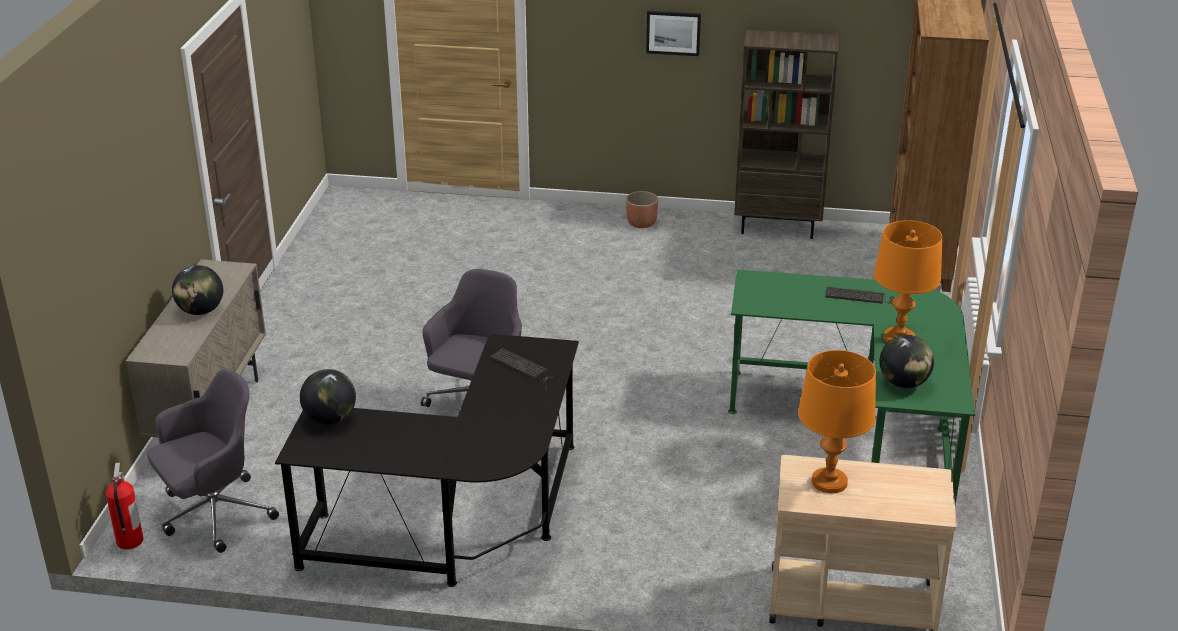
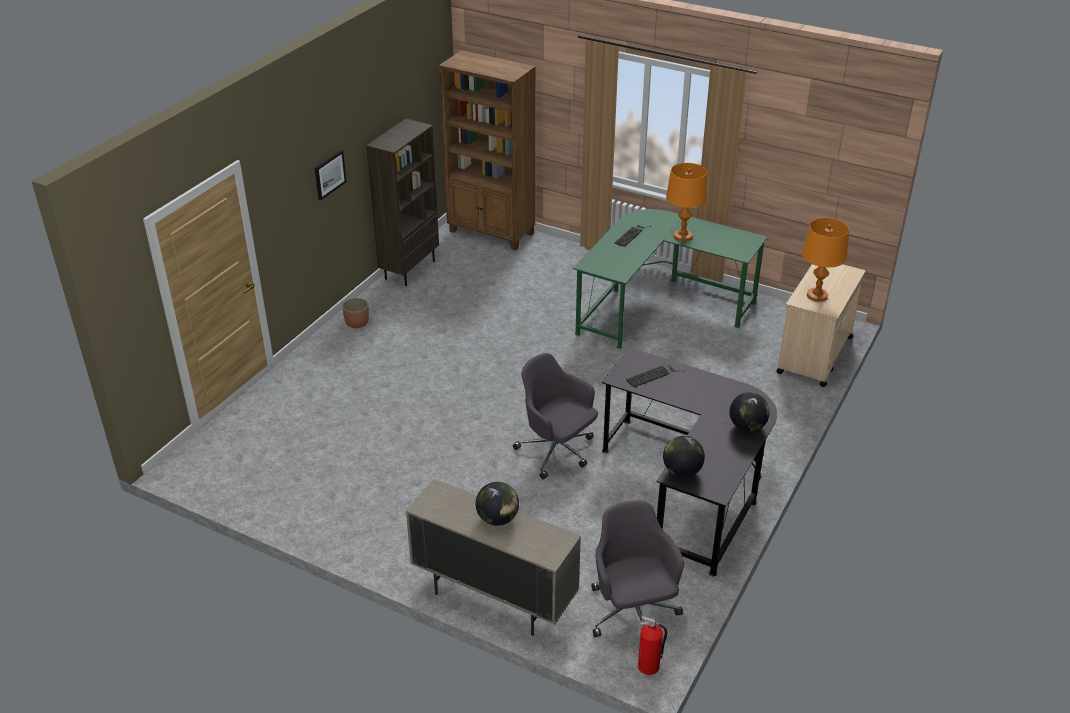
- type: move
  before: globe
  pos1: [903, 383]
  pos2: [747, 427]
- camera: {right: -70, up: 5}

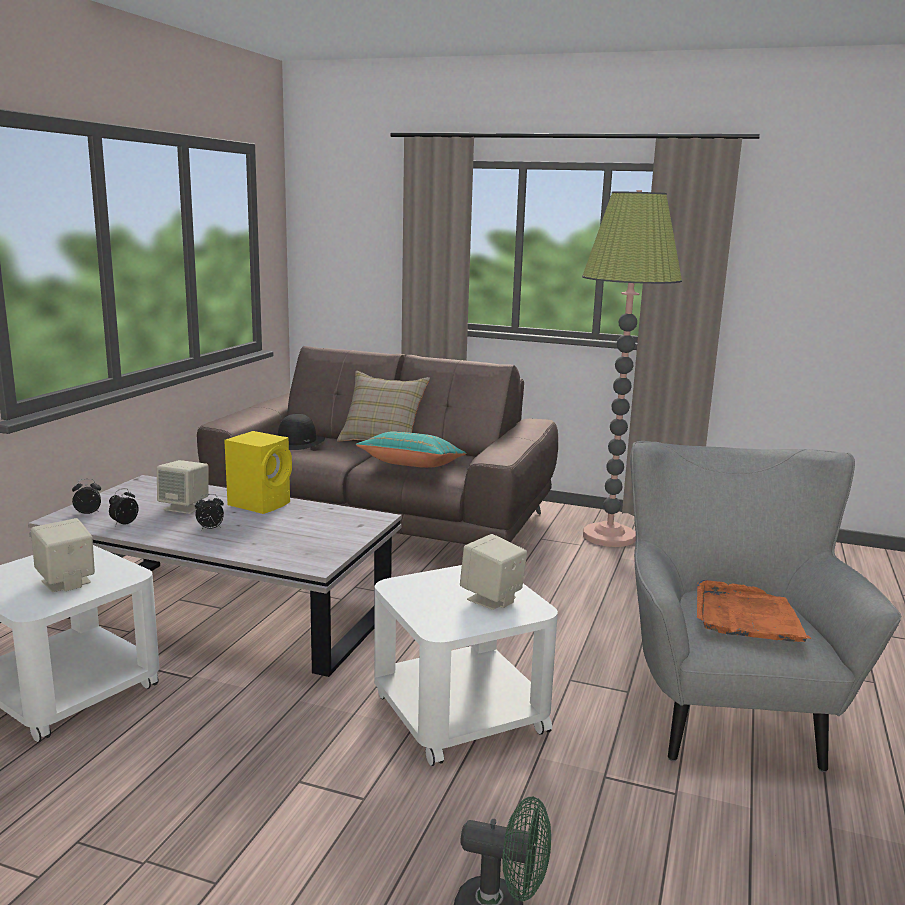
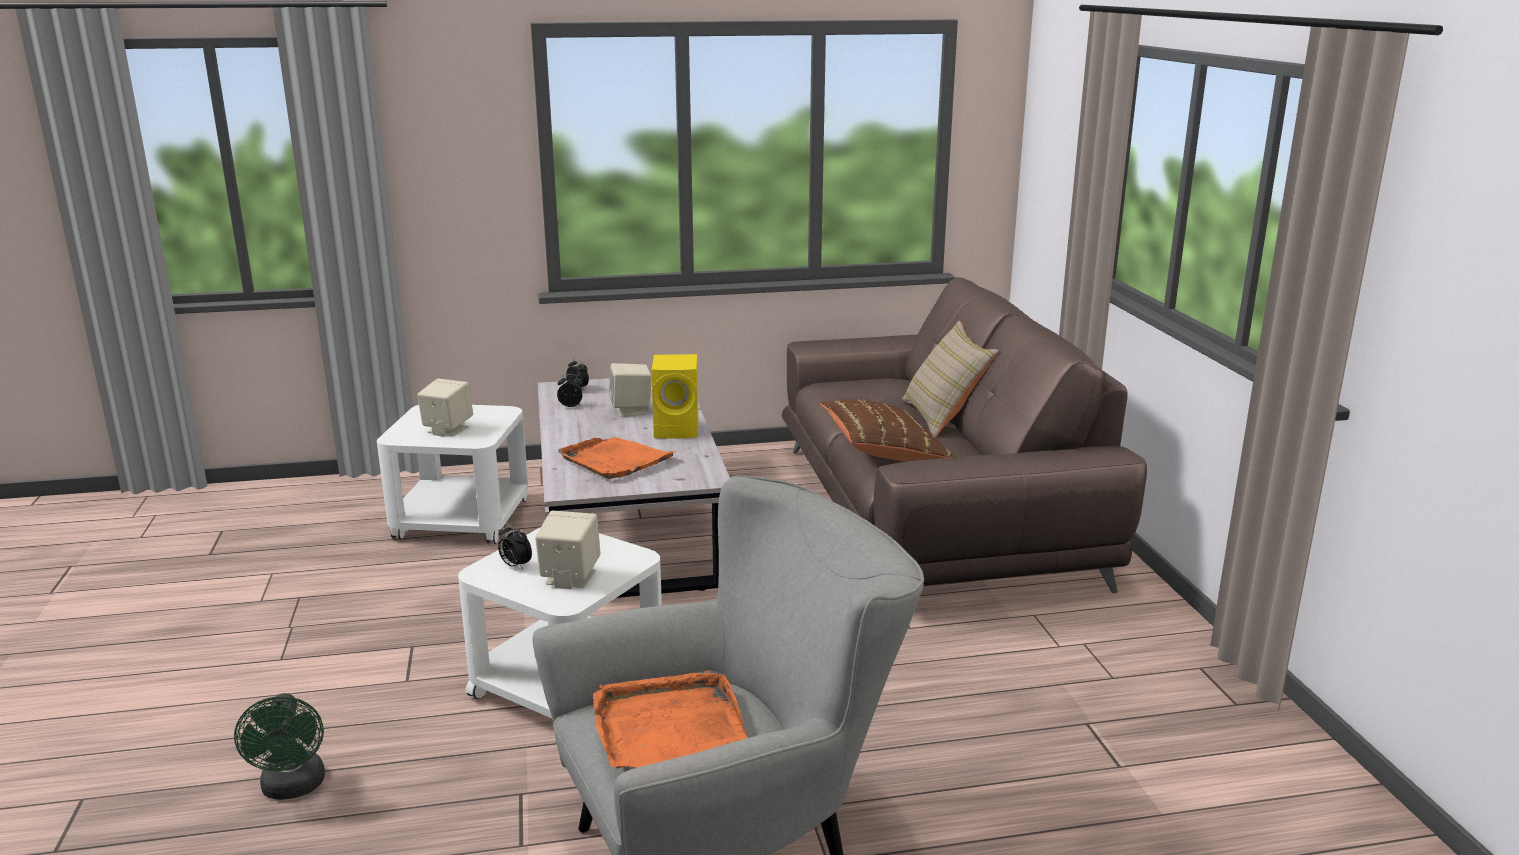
- type: delete
  before: black_hat
  pos1: [297, 442]
- type: delete
  before: floor_lamp
  pos1: [609, 536]
- type: insert
  after: orange_tray
  pos2: [615, 460]
- type: move
  before: alarm_clock
  pos1: [210, 529]
  pos2: [515, 566]
- type: recolor
  before: turquoise_pillow
  after: brown_pillow
  pos1: [412, 467]
  pos2: [884, 452]
- camera: {right: 60, up: 5}

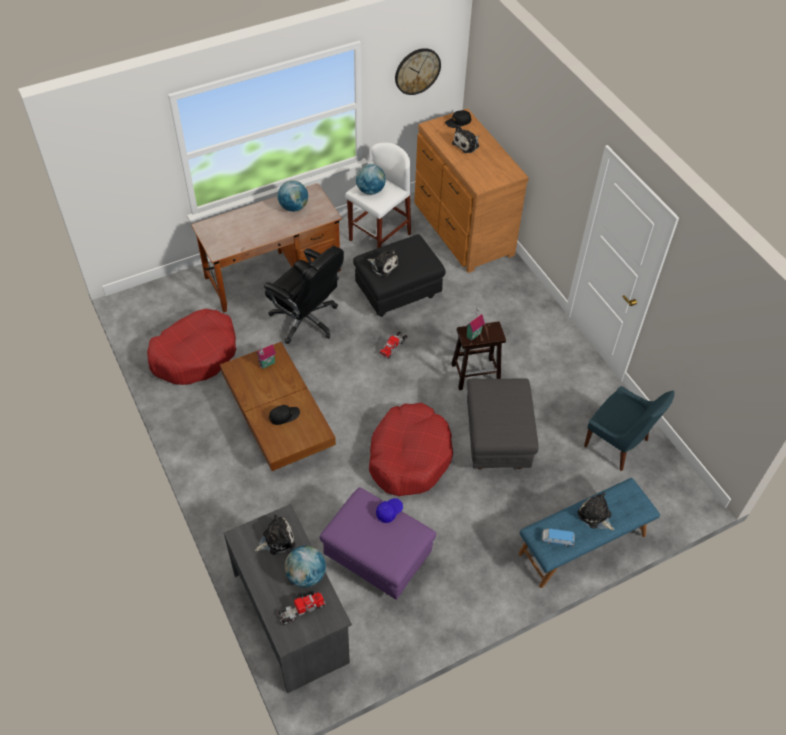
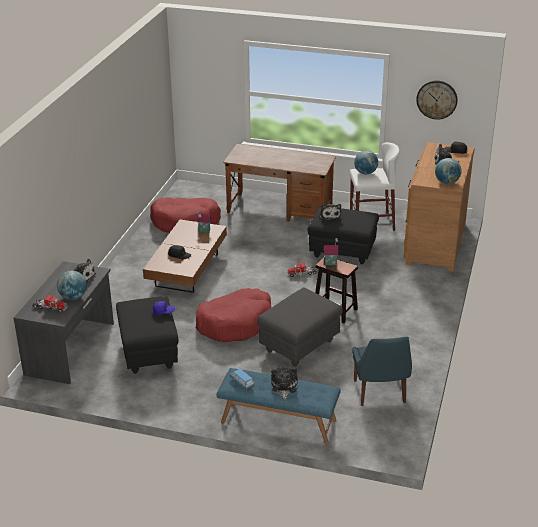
- type: delete
  before: black_office_chair
  pos1: [306, 320]
- type: move
  before: globe
  pos1: [294, 207]
  pos2: [447, 182]
- type: recolor
  before: purple_ottoman
  after: black_ottoman
  pos1: [376, 559]
  pos2: [148, 354]
- camera: {right: 45, up: -20}

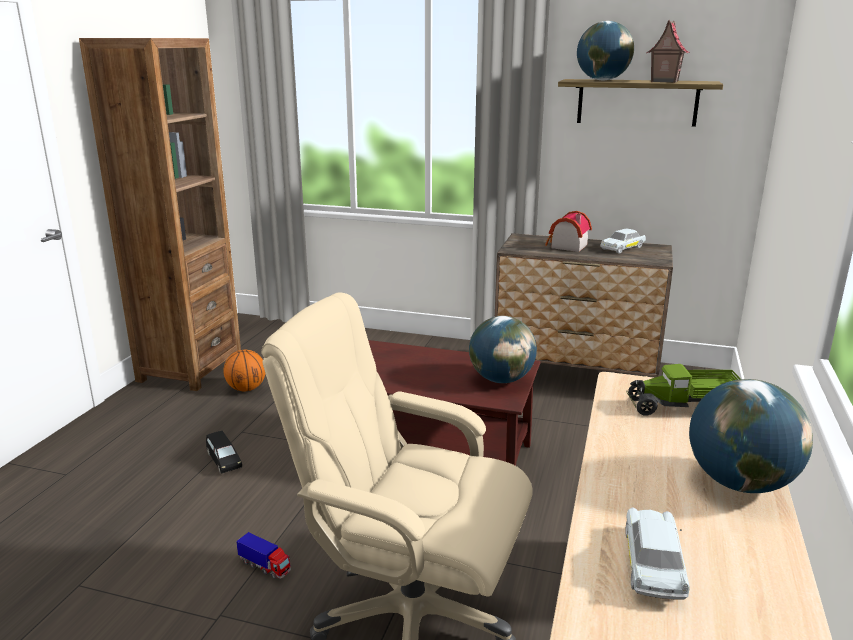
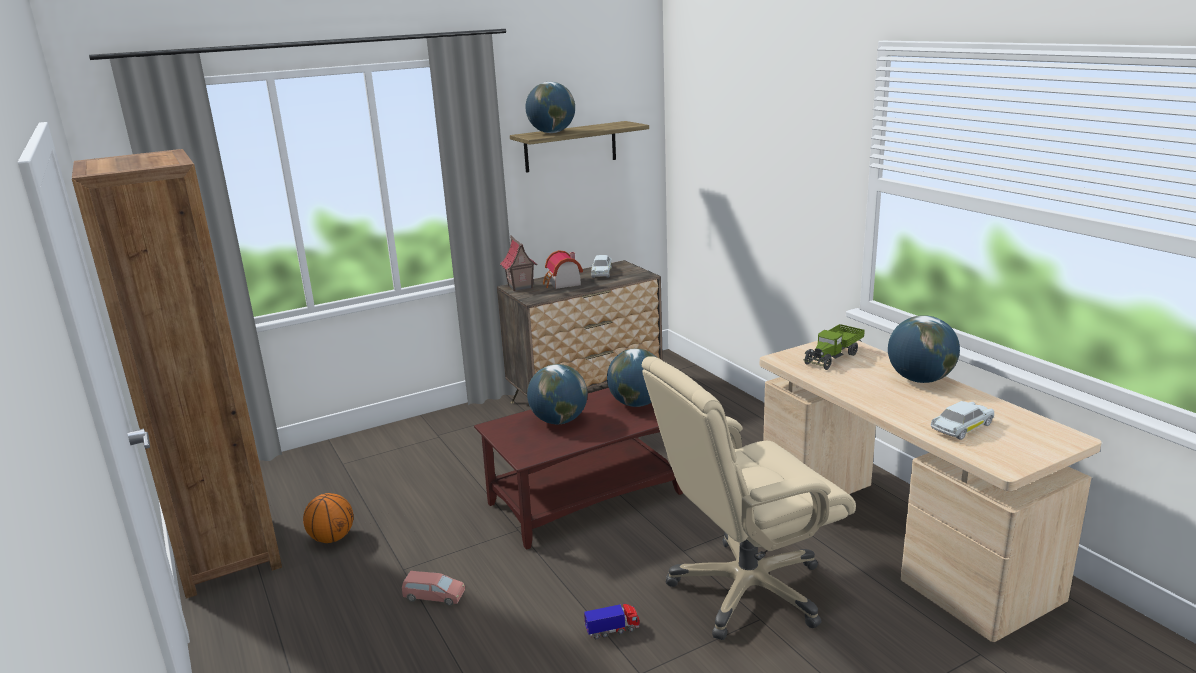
- type: insert
  after: globe
  pos2: [559, 421]
- type: move
  before: toy_house
  pos1: [664, 81]
  pos2: [520, 287]
- type: recolor
  before: black_toy_car
  after: pink_toy_car
  pos1: [223, 460]
  pos2: [434, 596]
- type: rotate
  before: white_toy_car
  pos1: [652, 564]
  pos2: [962, 428]
  turn: 90
- camera: {right: -45, up: 0}

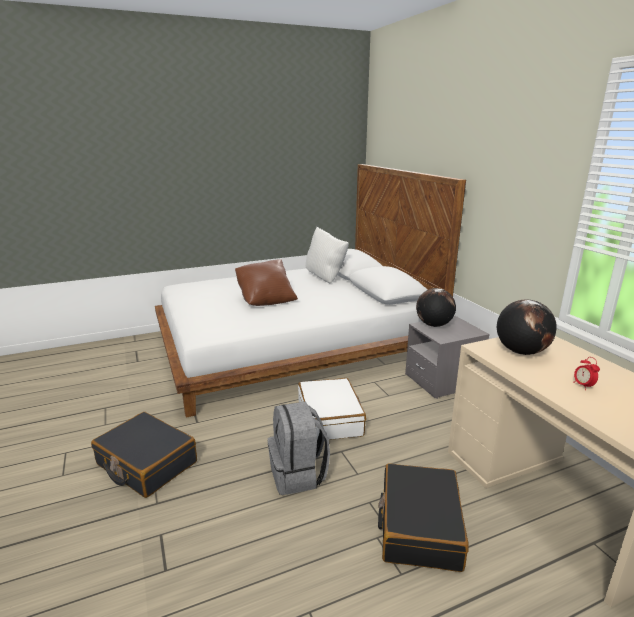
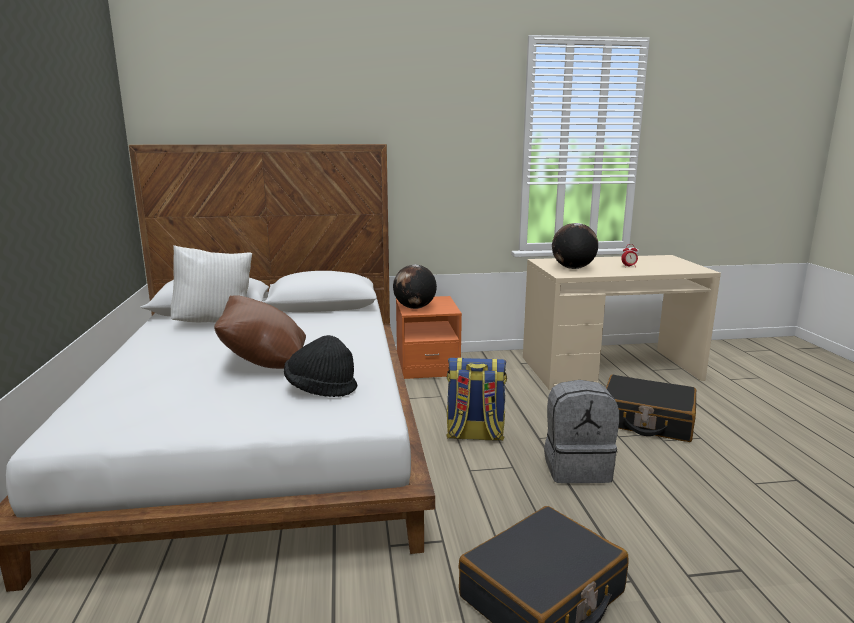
- type: insert
  after: black_hat
  pos2: [320, 389]
- type: replace
  before: white_suitcase
  after: backpack
  pos1: [330, 418]
  pos2: [474, 435]
- type: recolor
  before: grey_nightstand
  after: orange_nightstand
  pos1: [442, 381]
  pos2: [427, 366]
- camera: {right: -75, up: -5}

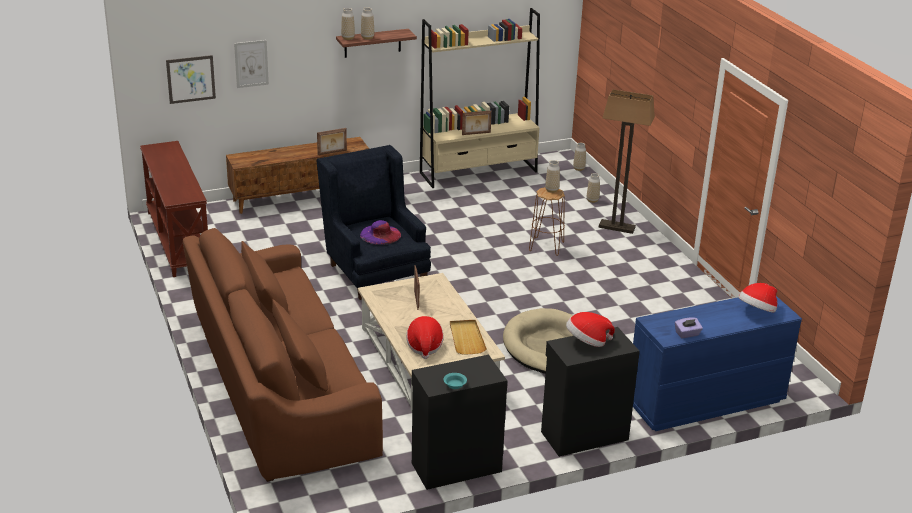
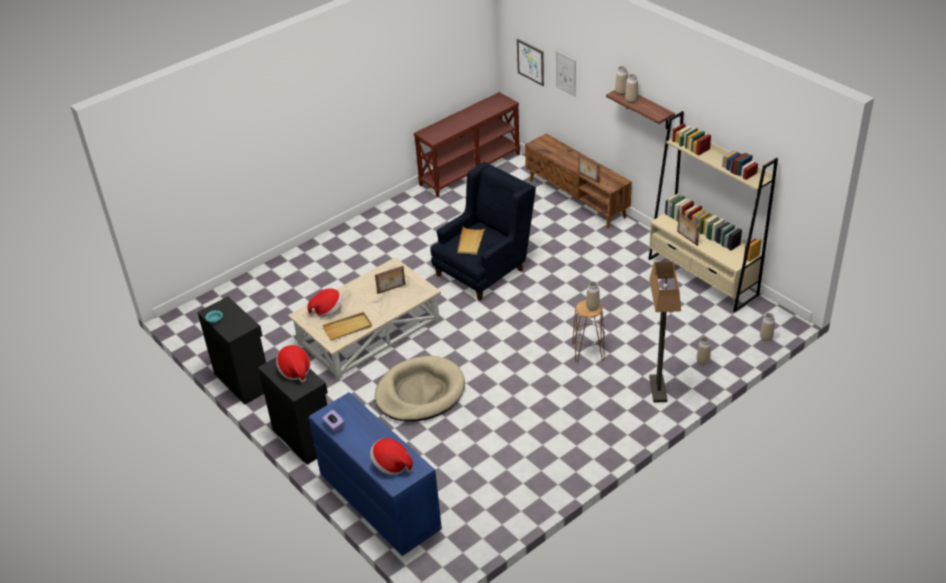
- type: delete
  before: brown_sofa
  pos1: [278, 385]
- type: replace
  before: purple_hat
  after: beige_tray
  pos1: [380, 234]
  pos2: [470, 242]
- camera: {right: 75, up: 10}

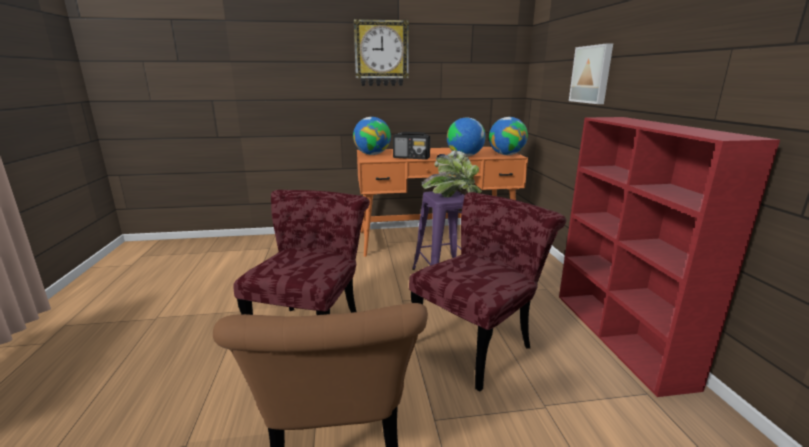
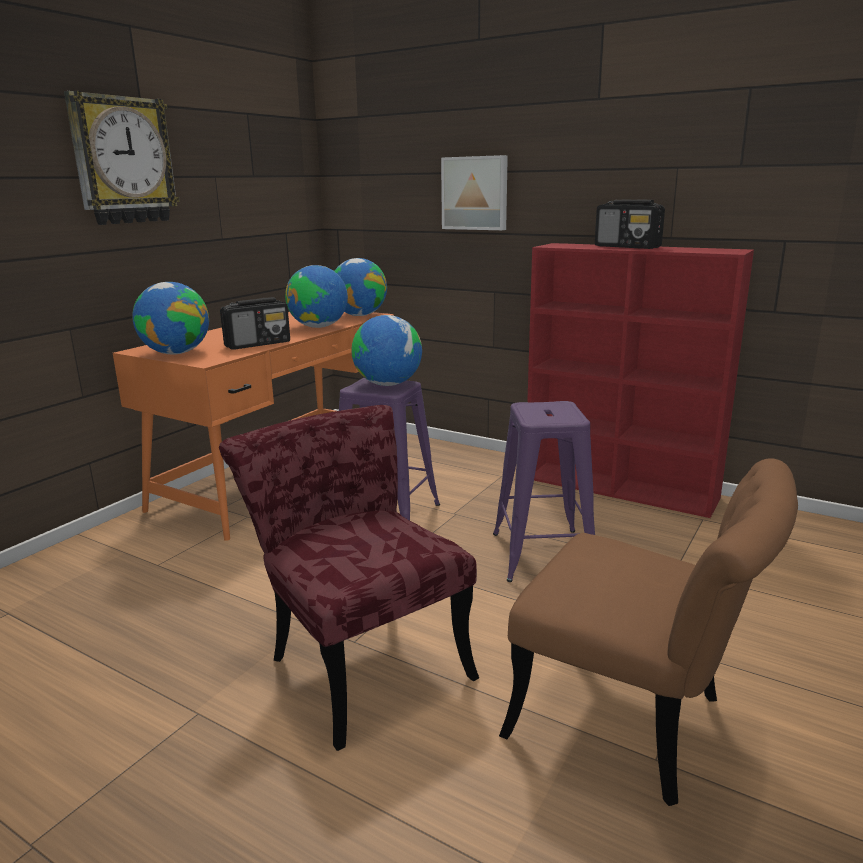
- type: insert
  after: radio
  pos2: [628, 247]
- type: replace
  before: red_chair
  after: purple_stool
  pos1: [477, 341]
  pos2: [543, 554]
- type: replace
  before: potted_plant
  after: globe
  pos1: [452, 196]
  pos2: [388, 384]
- camera: {right: -50, up: 0}

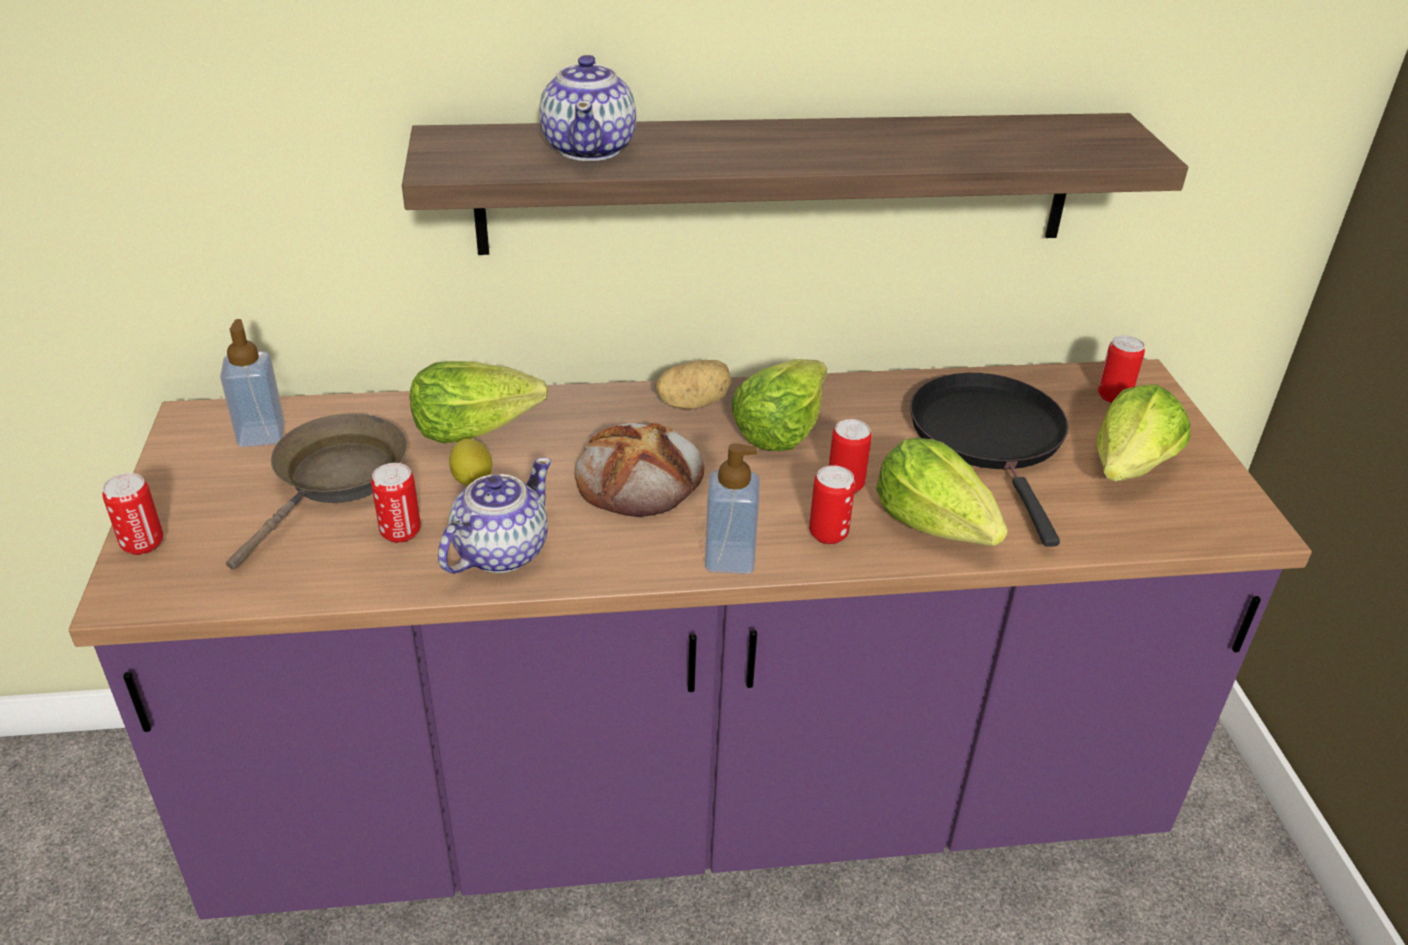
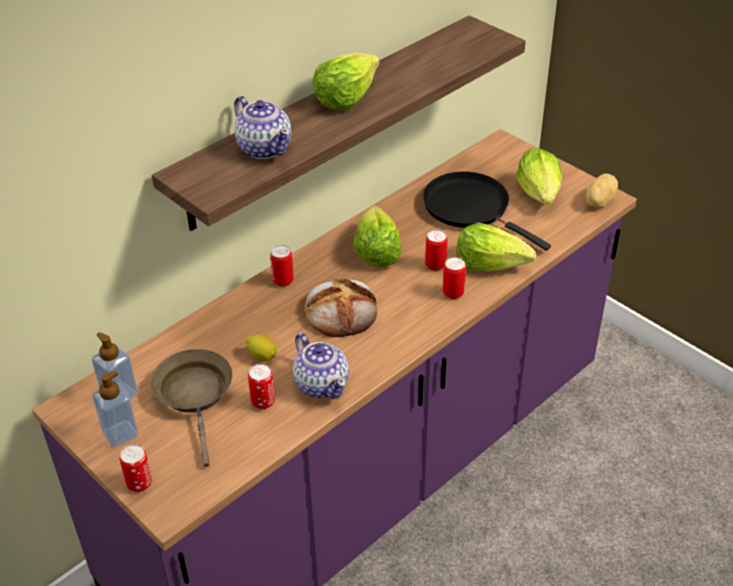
- type: move
  before: lettuce
  pos1: [474, 427]
  pos2: [345, 97]
- type: move
  before: potato
  pos1: [693, 403]
  pos2: [598, 201]
- type: move
  before: soap_dispenser
  pos1: [729, 559]
  pos2: [120, 433]
- type: move
  before: can
  pos1: [1113, 396]
  pos2: [283, 281]
- type: rotate
  before: teapot
  pos1: [499, 552]
  pos2: [322, 384]
  turn: 150
- camera: {right: -35, up: 5}

